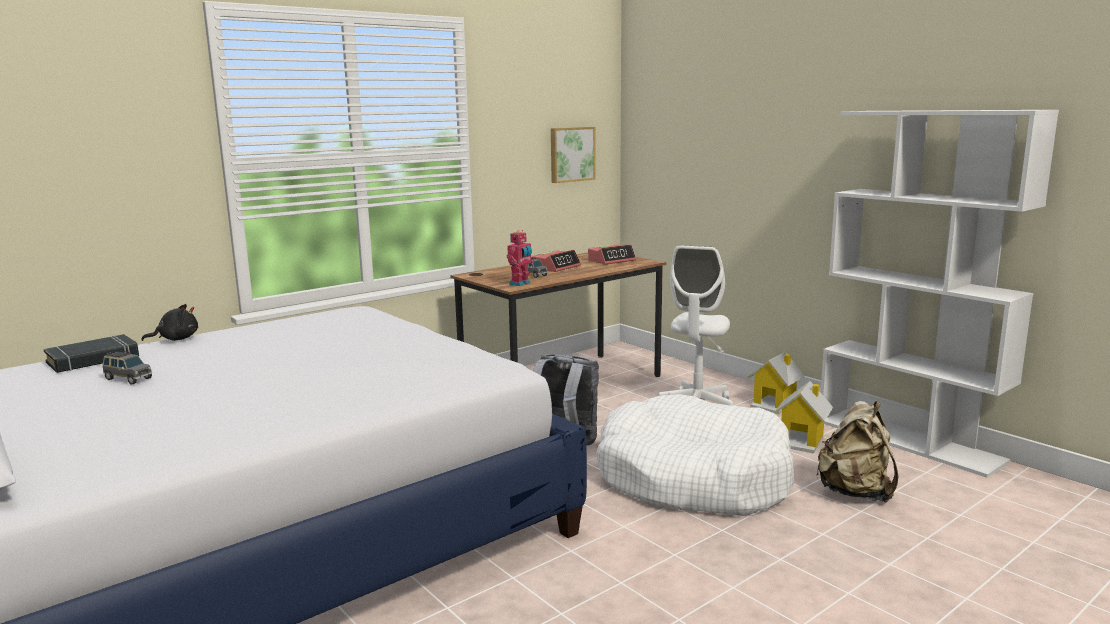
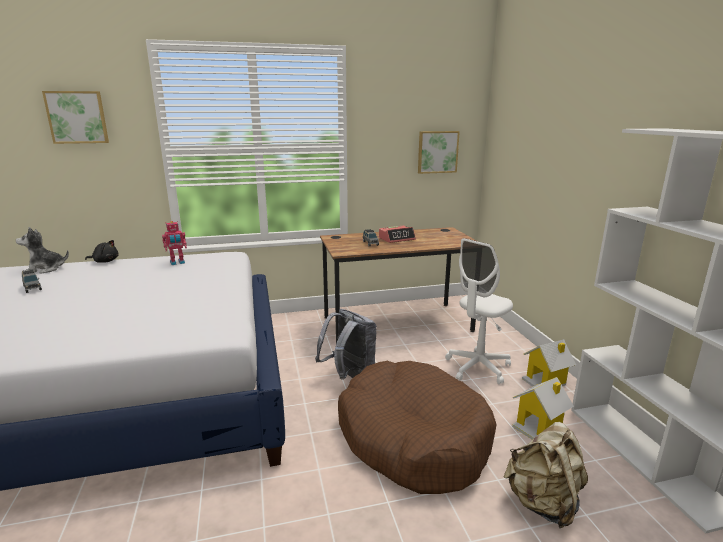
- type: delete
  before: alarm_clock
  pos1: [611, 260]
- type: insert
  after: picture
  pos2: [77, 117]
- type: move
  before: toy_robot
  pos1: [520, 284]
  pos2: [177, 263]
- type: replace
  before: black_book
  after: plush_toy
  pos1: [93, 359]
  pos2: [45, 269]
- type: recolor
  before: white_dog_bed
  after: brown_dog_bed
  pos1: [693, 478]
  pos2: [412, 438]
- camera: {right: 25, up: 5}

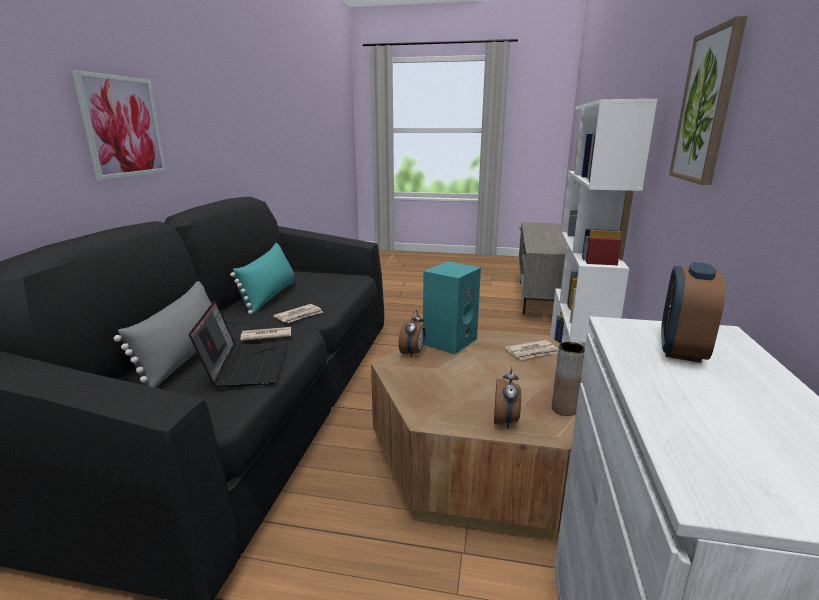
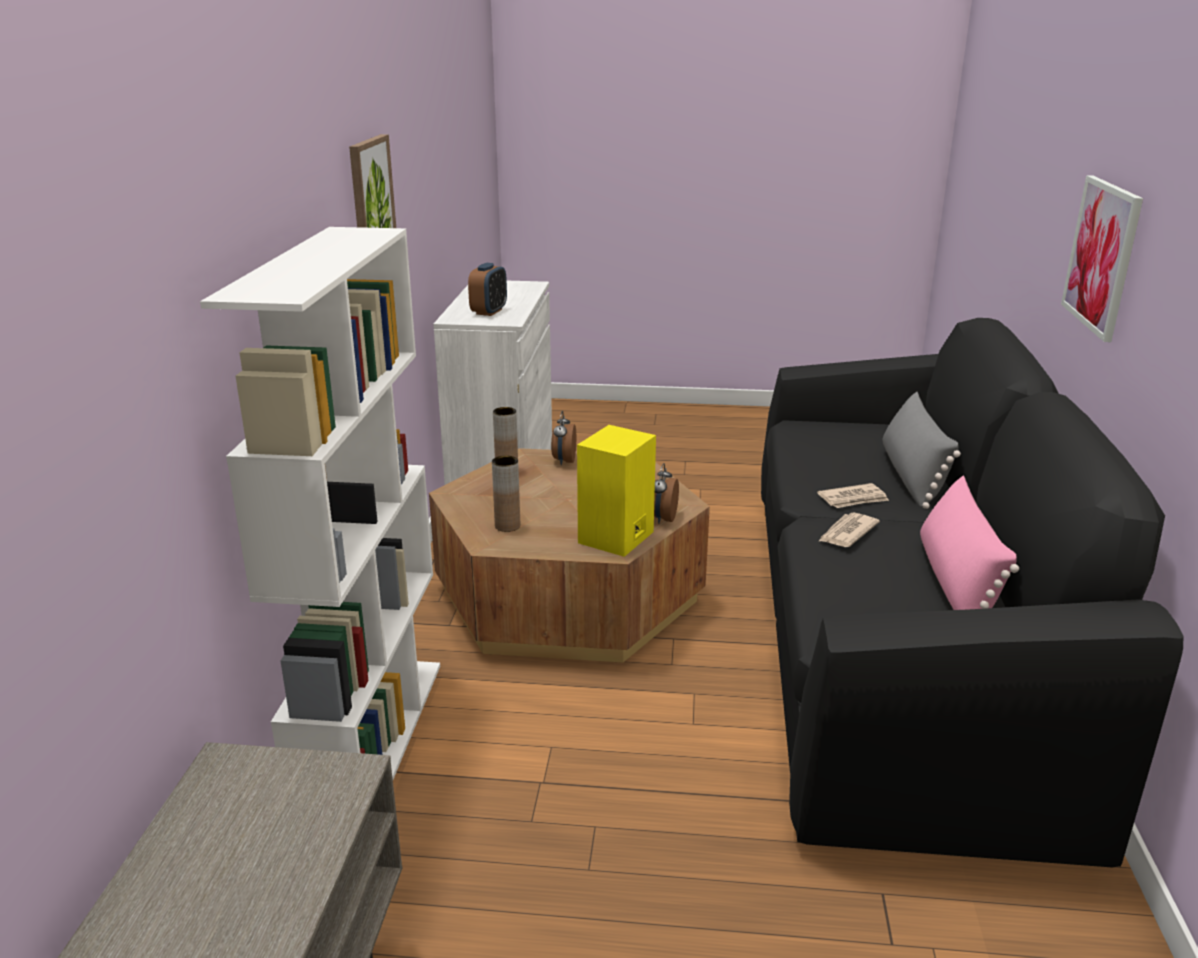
- type: delete
  before: laptop
  pos1: [245, 365]
- type: replace
  before: newspaper
  after: brown_vase
  pos1: [533, 352]
  pos2: [507, 526]
- type: recolor
  before: turquoise_pillow
  after: pink_pillow
  pos1: [270, 296]
  pos2: [956, 583]
- type: recolor
  before: turquoise_speaker
  after: yellow_speaker
  pos1: [449, 341]
  pos2: [616, 538]
- camera: {right: 175, up: 5}

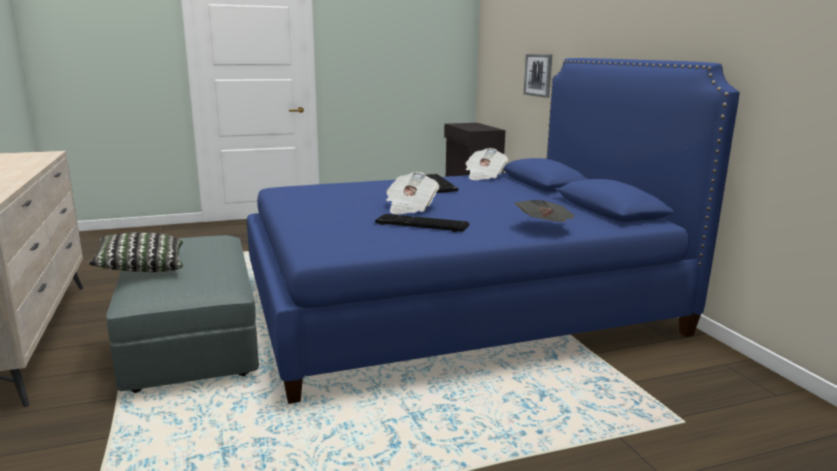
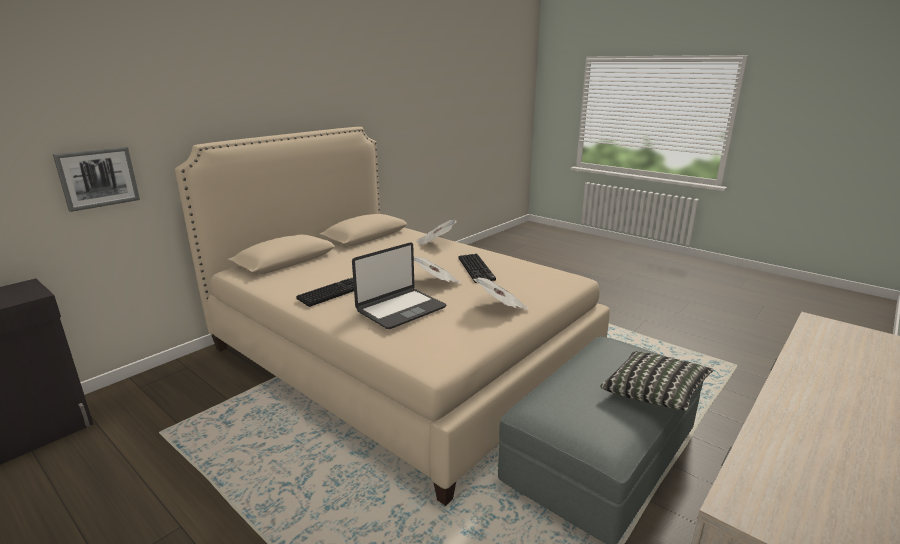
- type: insert
  after: laptop
  pos2: [400, 309]
- type: move
  before: newspaper
  pos1: [484, 176]
  pos2: [501, 307]
- type: recolor
  before: blue_bed
  after: beige_bed
  pos1: [455, 305]
  pos2: [399, 357]
- camera: {right: -120, up: 5}

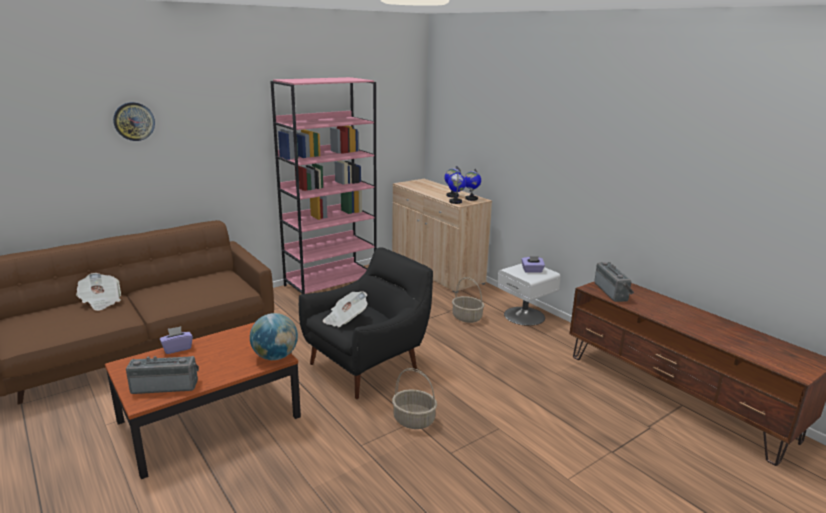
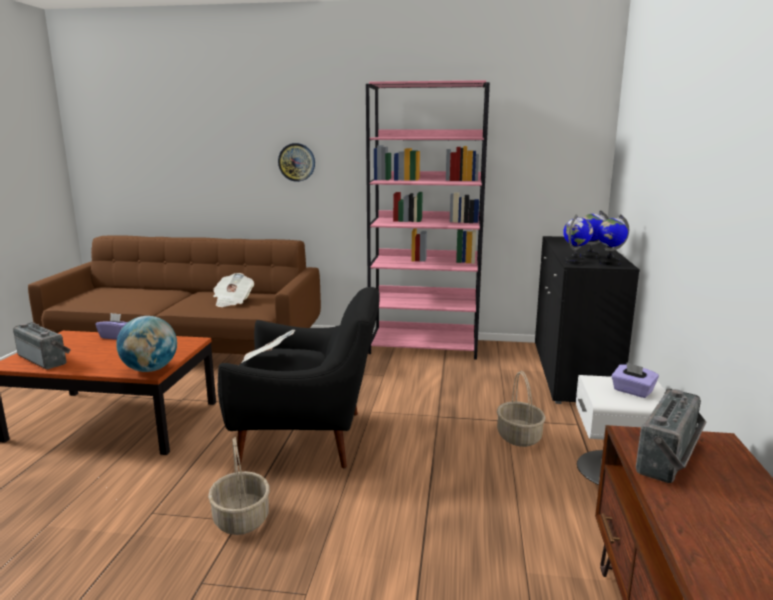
- type: move
  before: newspaper
  pos1: [101, 301]
  pos2: [232, 301]
- type: move
  before: wall_clock
  pos1: [134, 121]
  pos2: [296, 162]
- type: recolor
  before: beige_cabinet
  after: black_cabinet
  pos1: [436, 271]
  pos2: [572, 372]
- camera: {right: 45, up: -5}

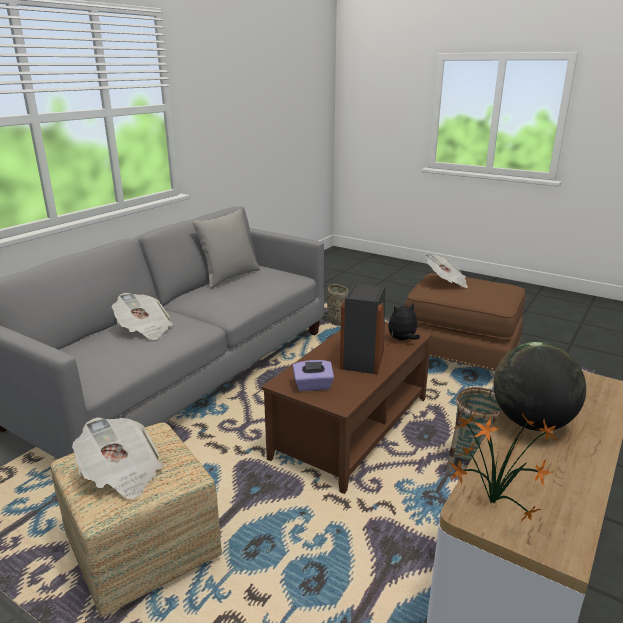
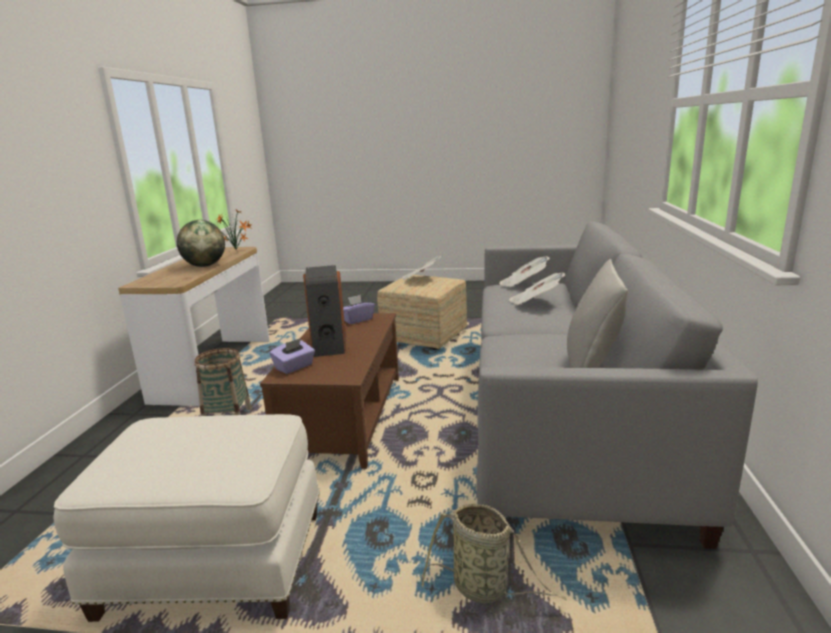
- type: move
  before: newspaper
  pos1: [446, 282]
  pos2: [523, 284]
- type: replace
  before: plush_toy
  after: purple_tissue_box
  pos1: [402, 340]
  pos2: [294, 367]
- type: recolor
  before: brown_ottoman
  after: white_ottoman
  pos1: [459, 356]
  pos2: [213, 566]
- camera: {right: 155, up: -5}

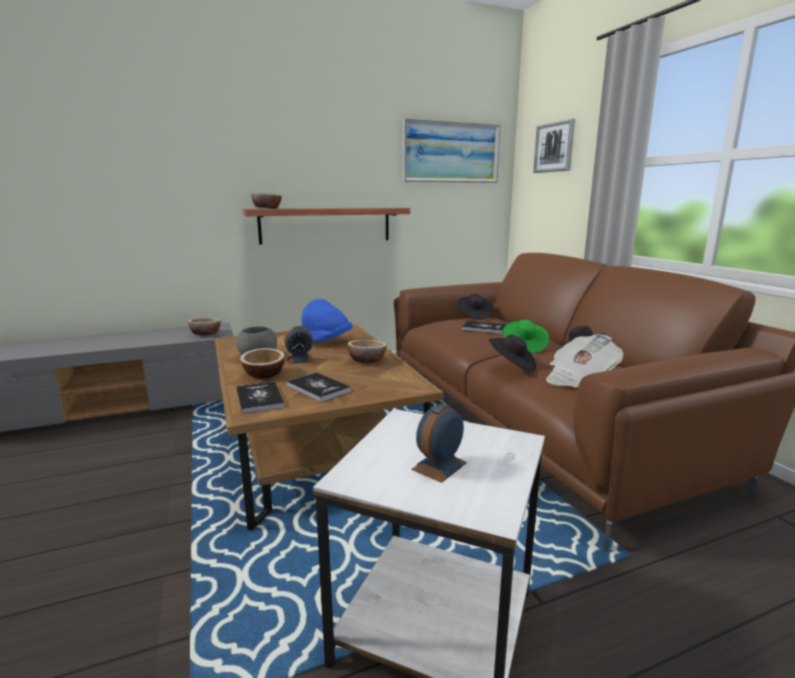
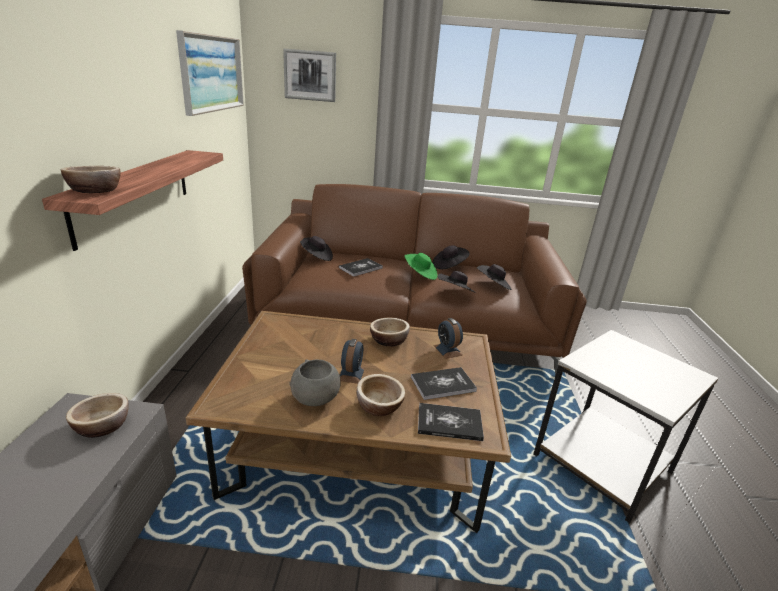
- type: delete
  before: blue_hat
  pos1: [326, 342]
- type: move
  before: alarm_clock
  pos1: [439, 466]
  pos2: [447, 350]
- type: replace
  before: newspaper
  after: black_hat
  pos1: [579, 379]
  pos2: [493, 286]
- camera: {right: -65, up: 10}

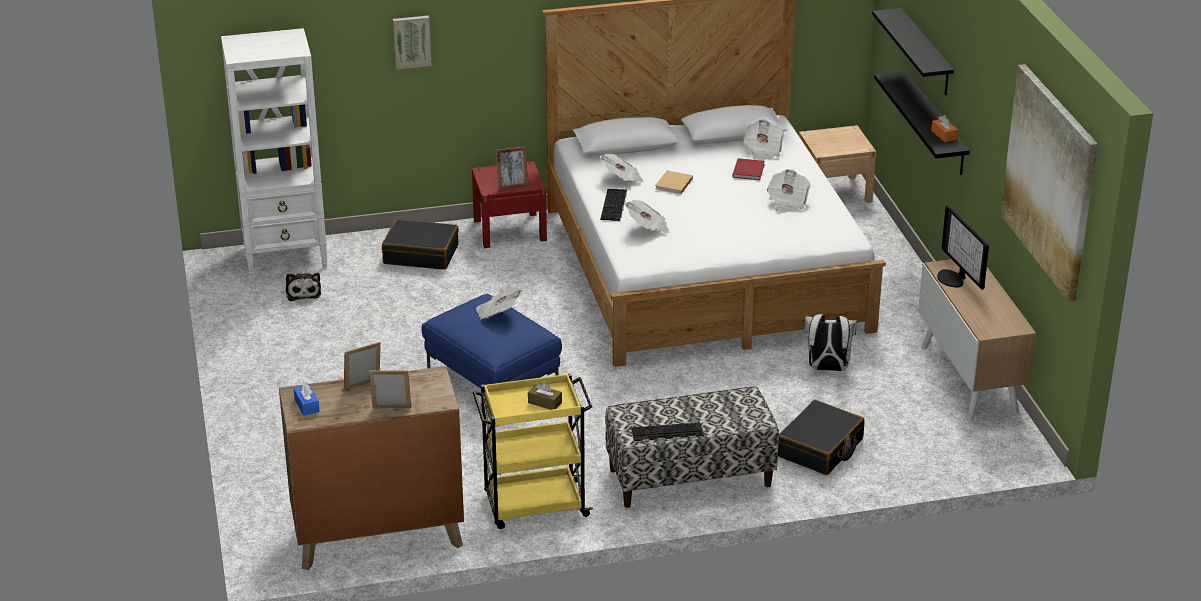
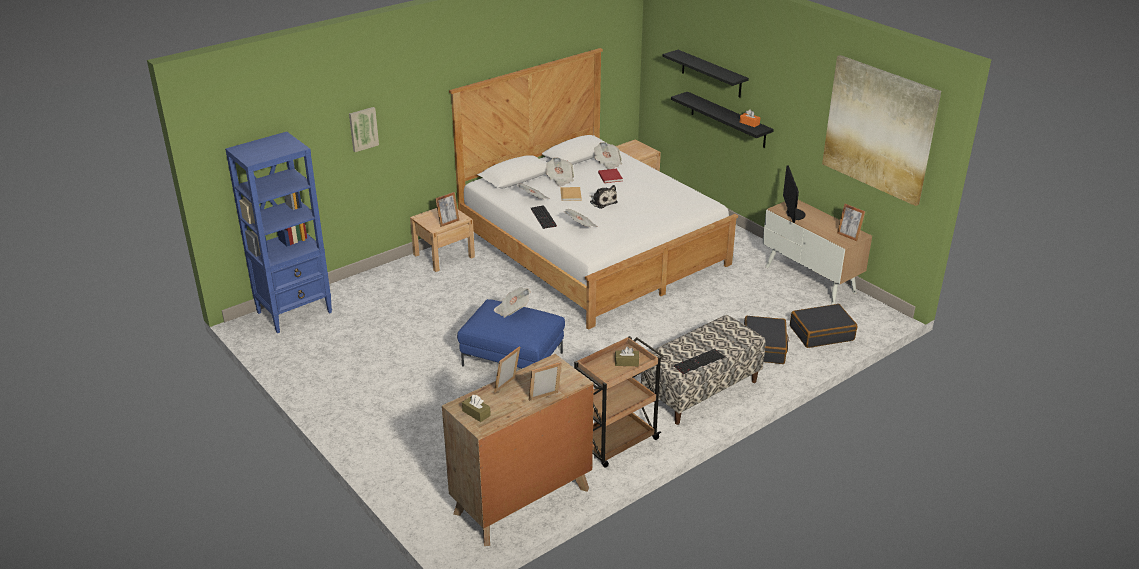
- type: delete
  before: white_backpack
  pos1: [827, 368]
- type: insert
  after: picture_frame
  pos2: [848, 236]
- type: move
  before: plush_toy
  pos1: [303, 292]
  pos2: [602, 202]
- type: move
  before: black_suitcase
  pos1: [421, 254]
  pos2: [821, 333]
- type: move
  before: newspaper
  pos1: [787, 202]
  pos2: [560, 179]
- type: recolor
  before: white_bookcase
  after: blue_bookcase
  pos1: [286, 257]
  pos2: [295, 312]
- type: recolor
  before: blue_tissue_box
  after: brown_tissue_box
  pos1: [307, 405]
  pos2: [476, 413]
- type: recolor
  before: red_nightstand
  after: beige_nightstand
  pos1: [510, 230]
  pos2: [444, 256]
- type: recolor
  before: yellow_cart
  after: brown_cart
  pos1: [534, 505]
  pos2: [615, 442]
- type: rotate
  before: monitor
  pos1: [954, 278]
  pos2: [793, 214]
  turn: -135
- camera: {right: -25, up: 0}

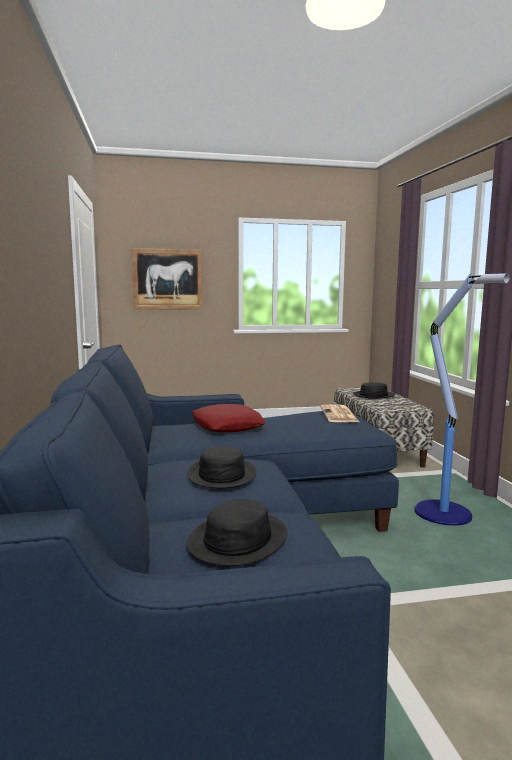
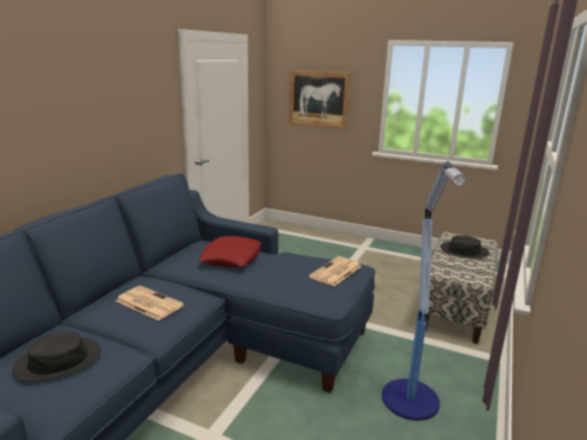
- type: replace
  before: black_hat
  after: newspaper
  pos1: [221, 474]
  pos2: [148, 303]
- camera: {right: 35, up: 10}

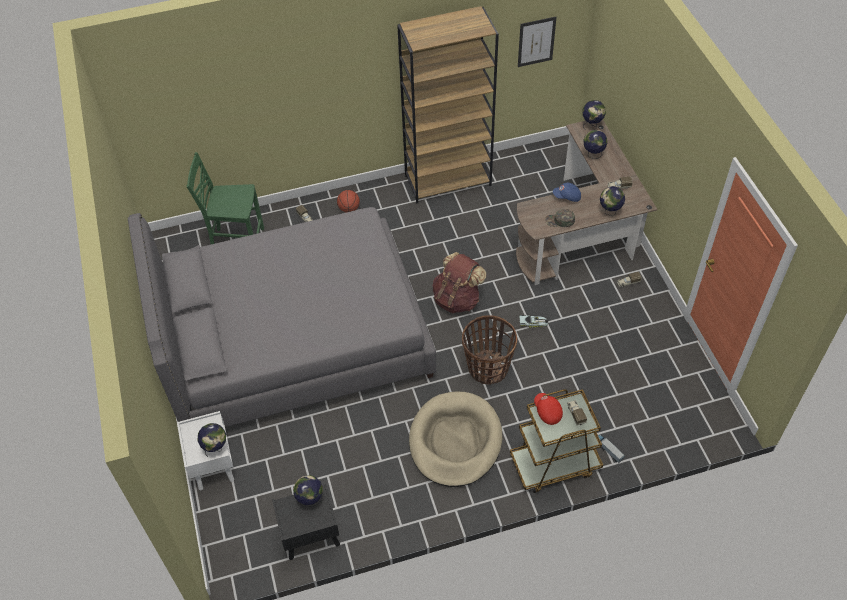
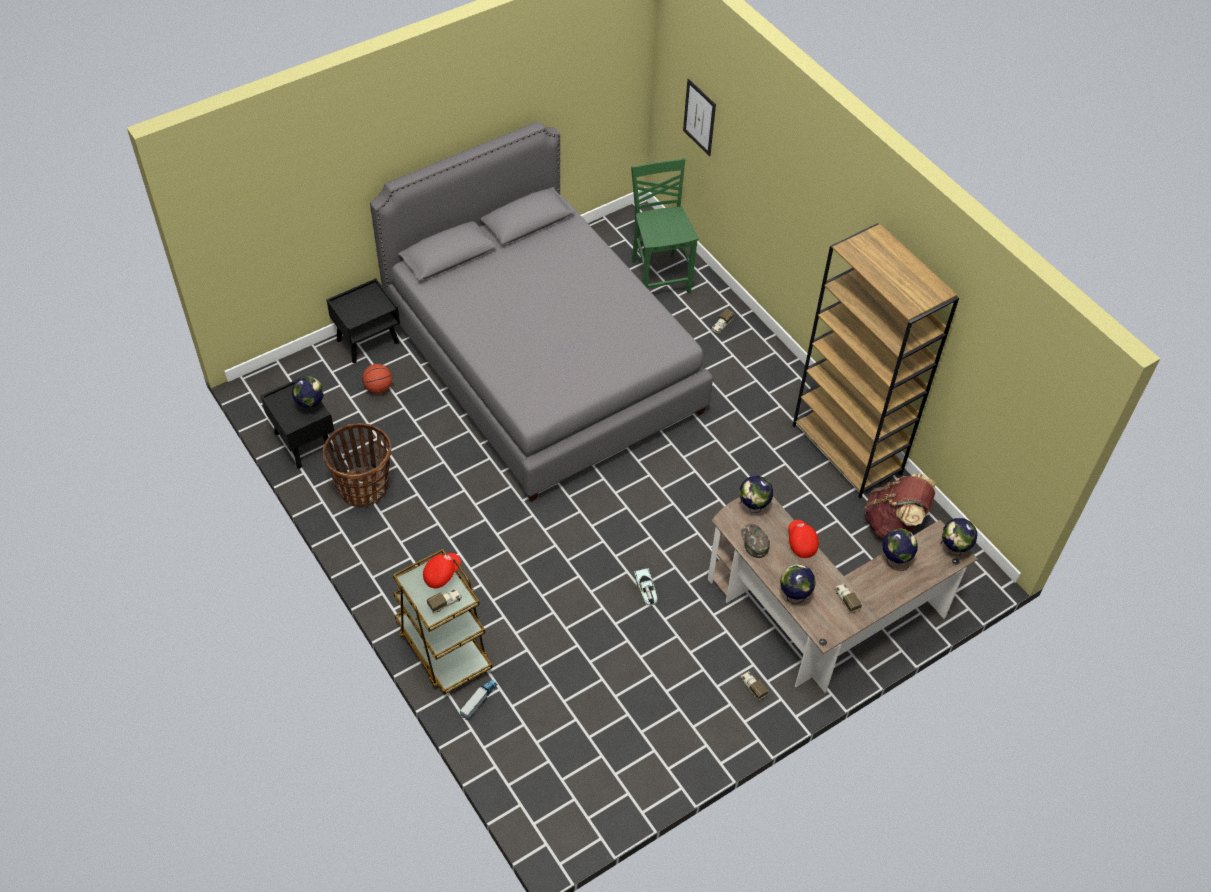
- type: delete
  before: beige_dog_bed
  pos1: [455, 441]
- type: move
  before: globe
  pos1: [216, 448]
  pos2: [753, 507]
- type: move
  before: basketball
  pos1: [349, 209]
  pos2: [378, 388]
- type: move
  before: brown_backpack
  pos1: [457, 299]
  pos2: [893, 523]
- type: move
  before: basket
  pos1: [487, 368]
  pos2: [363, 487]
- type: move
  before: picture
  pos1: [536, 41]
  pos2: [699, 117]
- type: recolor
  before: white_nightstand
  after: black_nightstand
  pos1: [212, 464]
  pos2: [368, 341]
- type: recolor
  before: blue_cap
  after: red_cap
  pos1: [567, 197]
  pos2: [801, 542]
- camera: {right: 70, up: 0}

